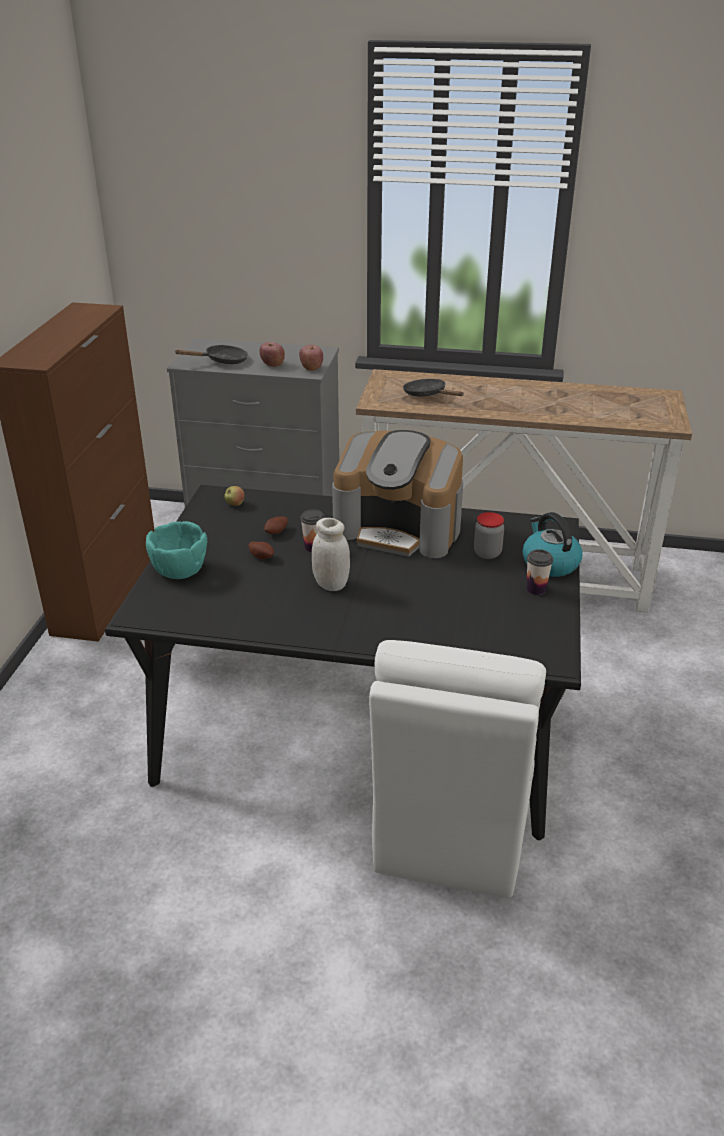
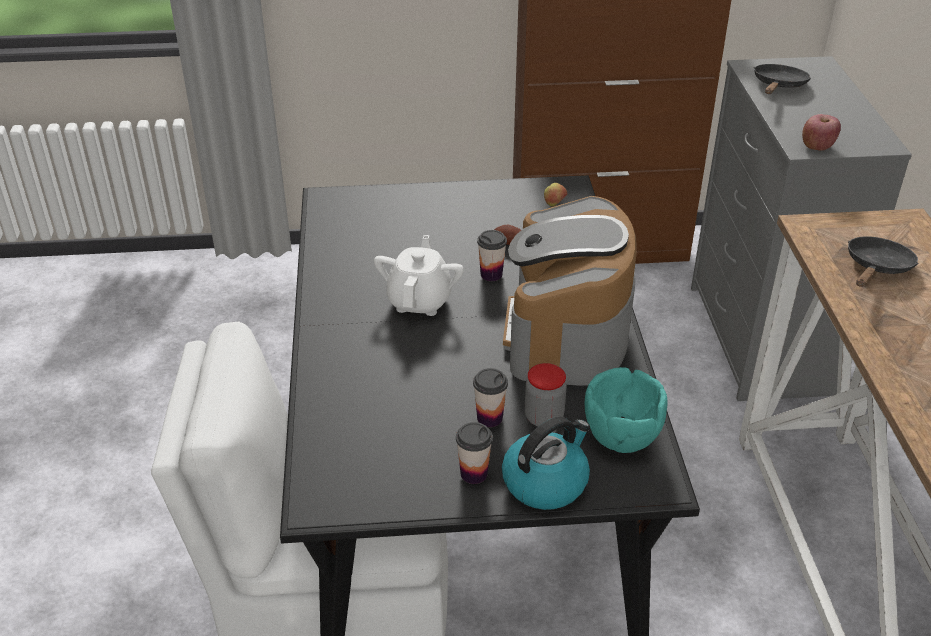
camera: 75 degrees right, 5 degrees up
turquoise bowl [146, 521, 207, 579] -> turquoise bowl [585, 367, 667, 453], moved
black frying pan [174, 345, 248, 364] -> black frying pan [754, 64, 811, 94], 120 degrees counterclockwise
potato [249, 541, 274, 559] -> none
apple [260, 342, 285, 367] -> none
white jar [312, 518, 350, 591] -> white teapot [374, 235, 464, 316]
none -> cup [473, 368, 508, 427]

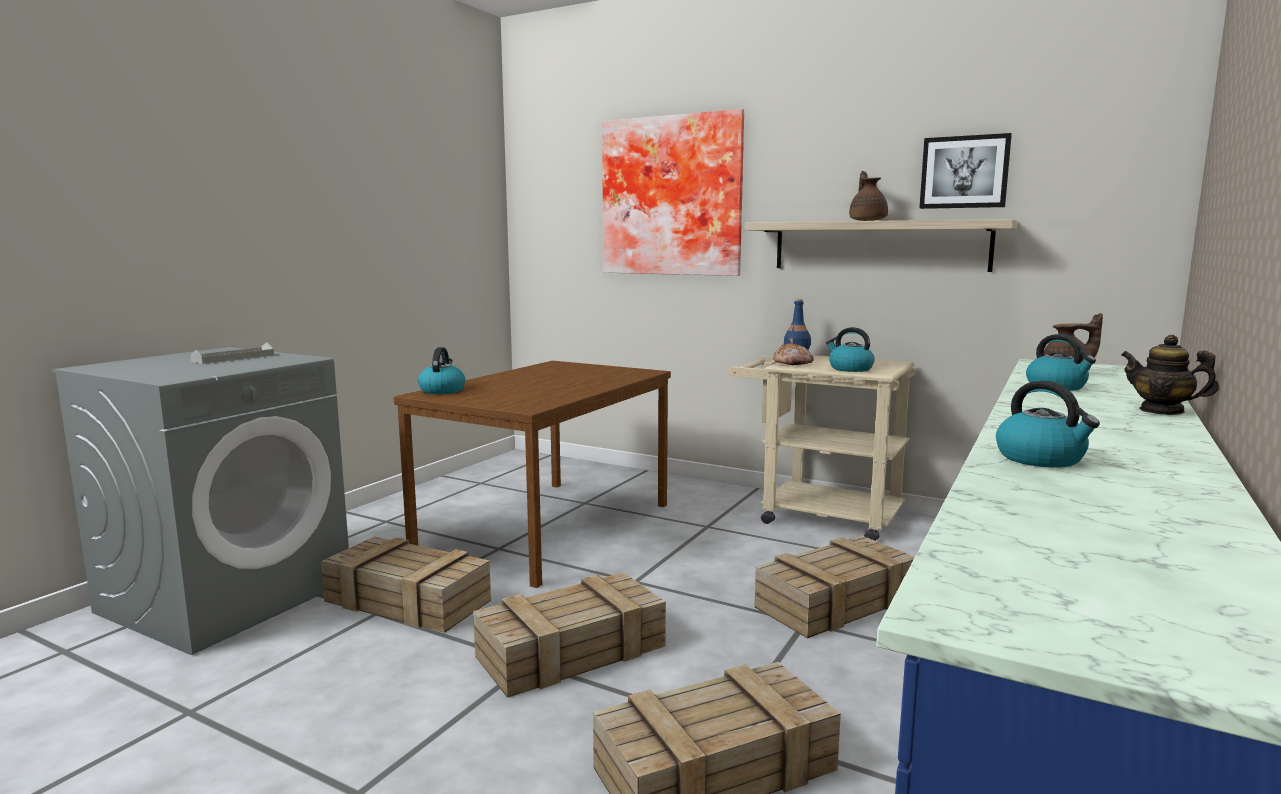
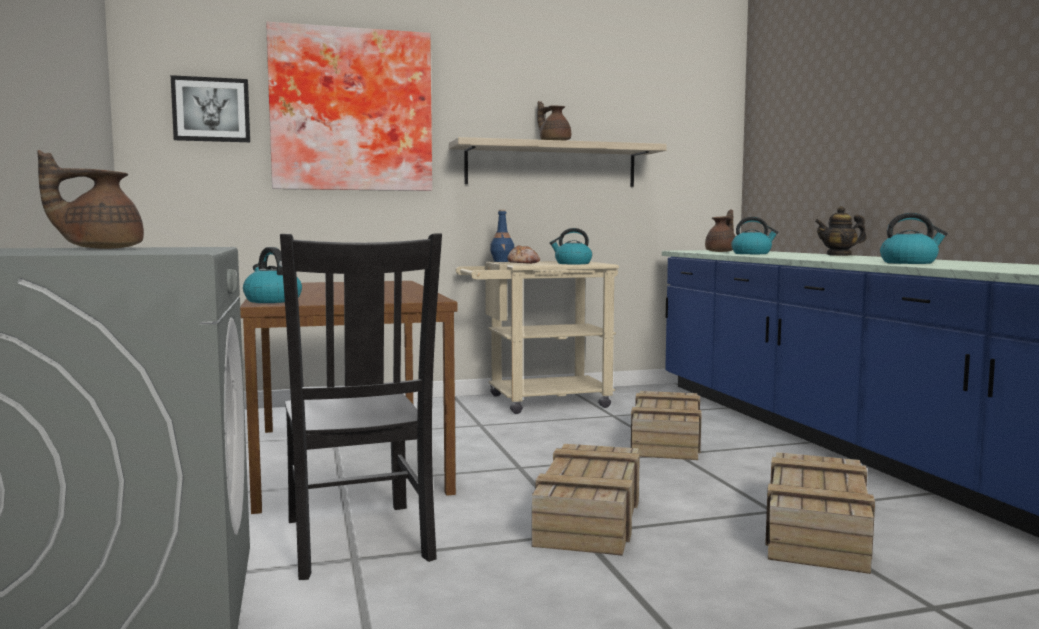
camera: 45 degrees left, 5 degrees down
grey tray [191, 342, 274, 364] -> brown teapot [37, 150, 144, 249]
crate [321, 537, 491, 633] -> black chair [280, 233, 442, 580]
picture [919, 133, 1012, 209] -> picture [171, 75, 250, 142], moved

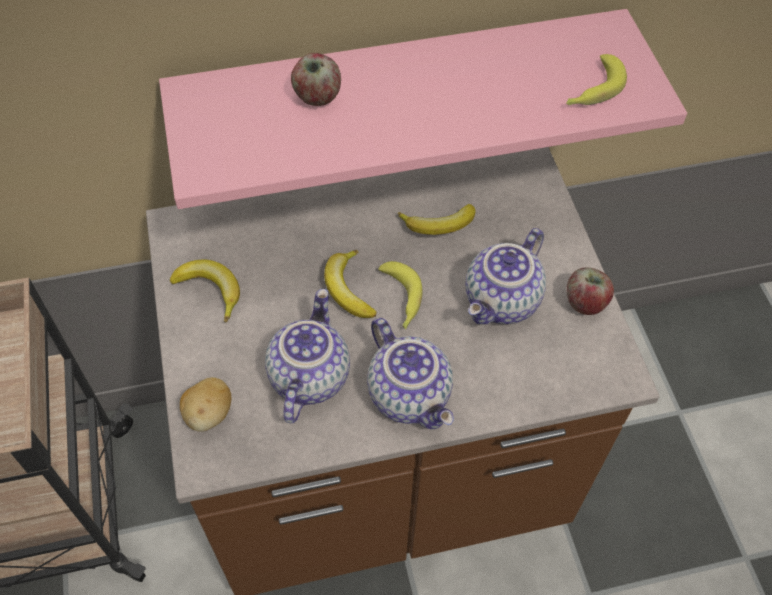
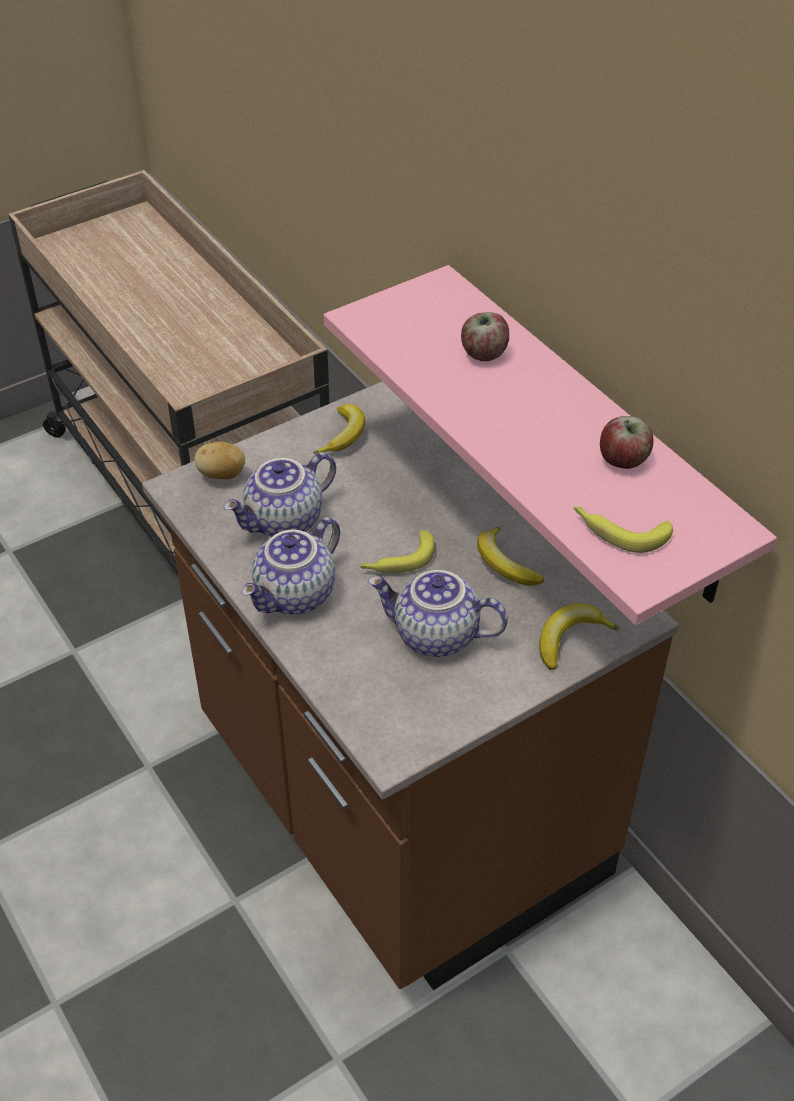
camera: 70 degrees right, 10 degrees down
teapot [265, 289, 350, 423] -> teapot [224, 452, 336, 537], 150 degrees clockwise
banana [324, 250, 376, 318] -> banana [539, 603, 619, 670], moved
apple [567, 268, 614, 315] -> apple [600, 416, 653, 469], moved

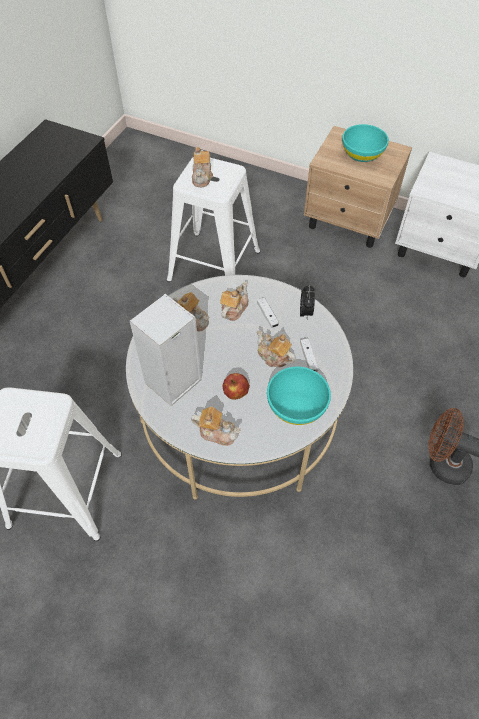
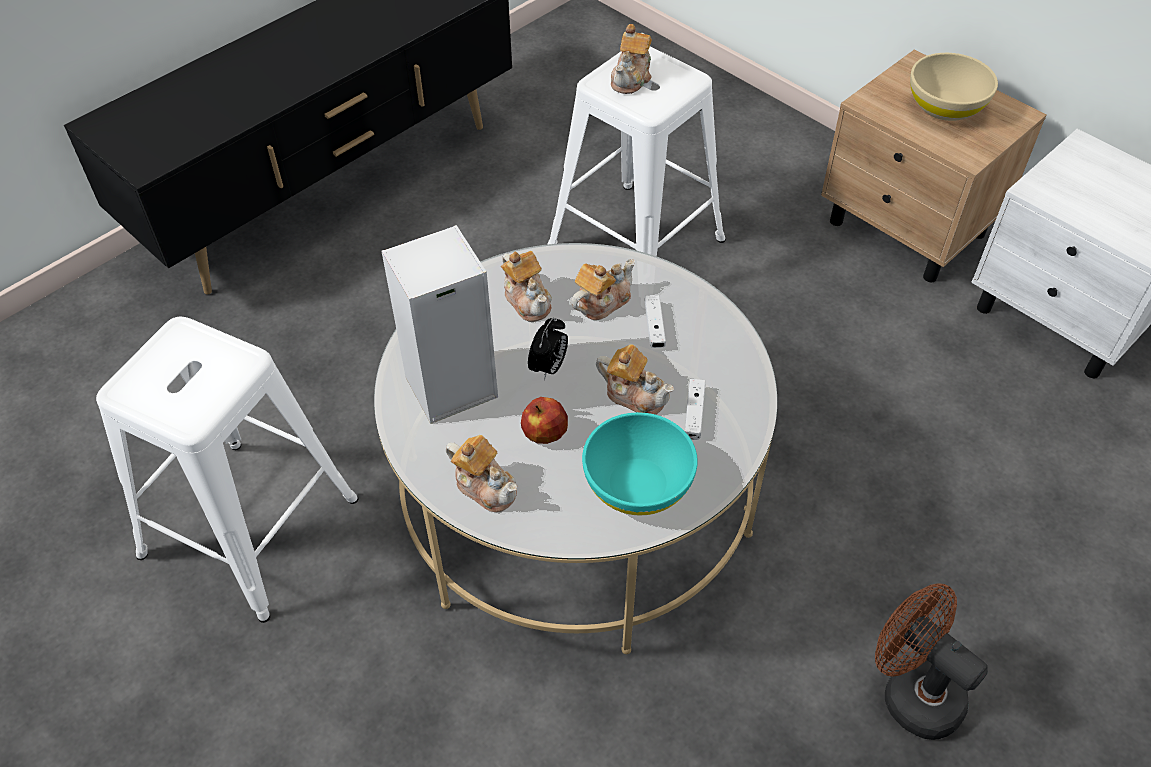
camera: 20 degrees right, 5 degrees down
teapot [257, 330, 296, 367] -> teapot [596, 344, 674, 415], 150 degrees clockwise
alarm clock [300, 286, 315, 319] -> alarm clock [528, 318, 568, 380], moved
turquoise bowl [342, 124, 389, 162] -> beige bowl [910, 53, 998, 121]

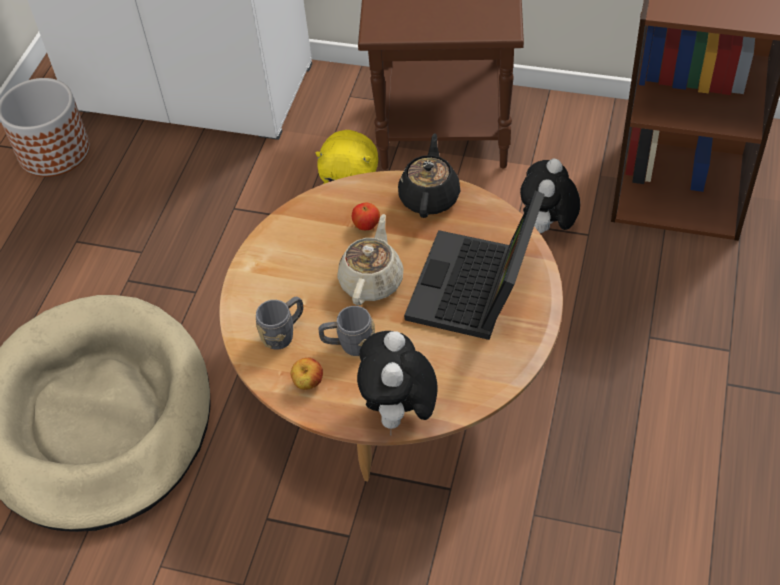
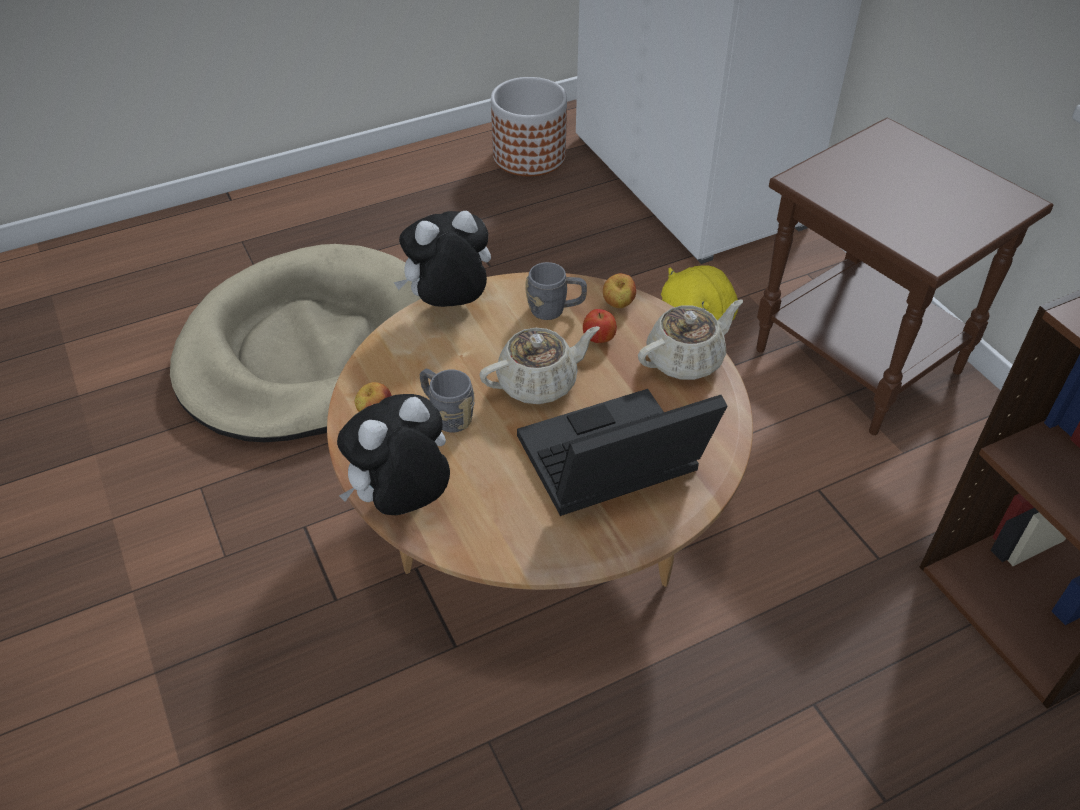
camera: 45 degrees right, 5 degrees down
grey mug [256, 297, 303, 350] -> grey mug [525, 262, 587, 320], moved
black teapot [398, 134, 460, 218] -> beige teapot [638, 299, 743, 380]
plush toy [520, 159, 580, 233] -> plush toy [394, 211, 491, 307], moved
none -> apple [603, 273, 636, 308]

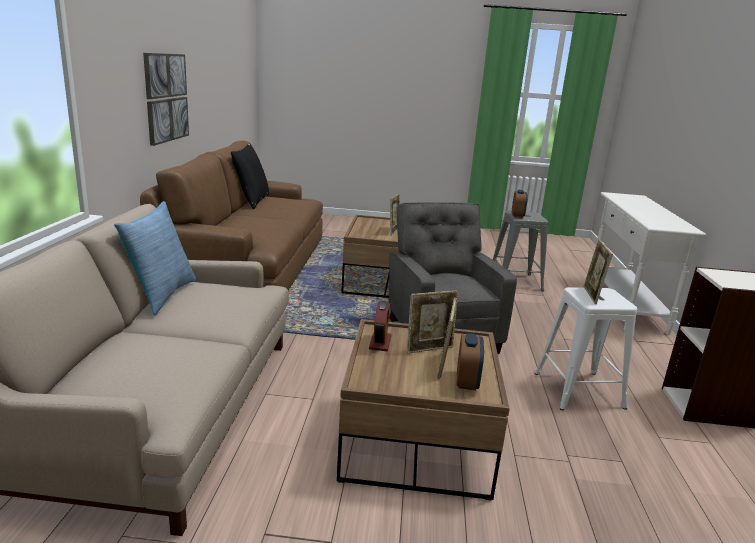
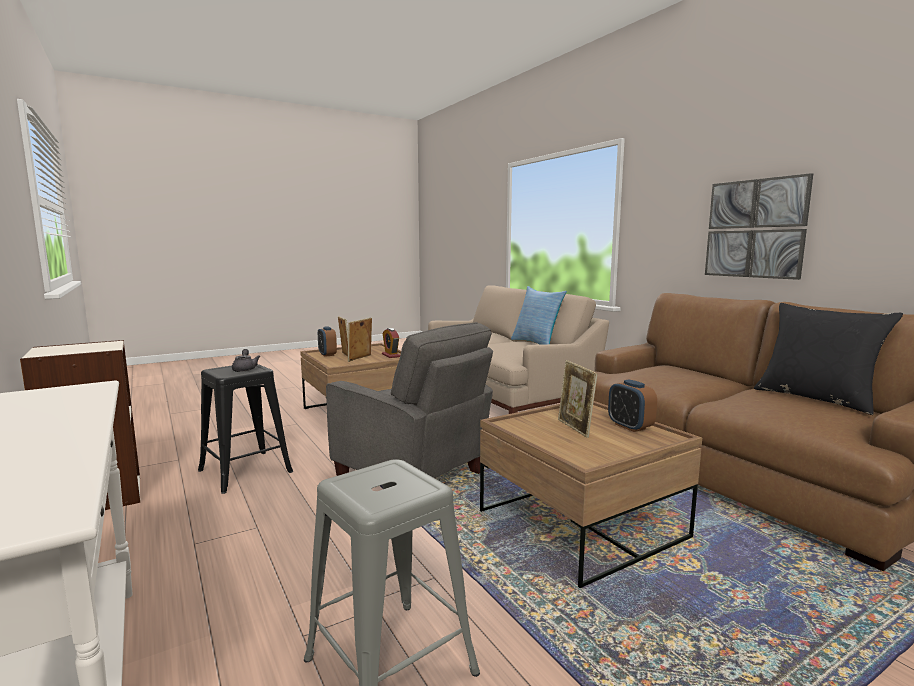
camera: 145 degrees right, 10 degrees down
alarm clock [512, 190, 528, 218] -> alarm clock [608, 380, 657, 432], moved
white stool [534, 287, 637, 410] -> black stool [198, 364, 293, 494]
picture frame [583, 239, 613, 304] -> grey teapot [232, 349, 260, 371]

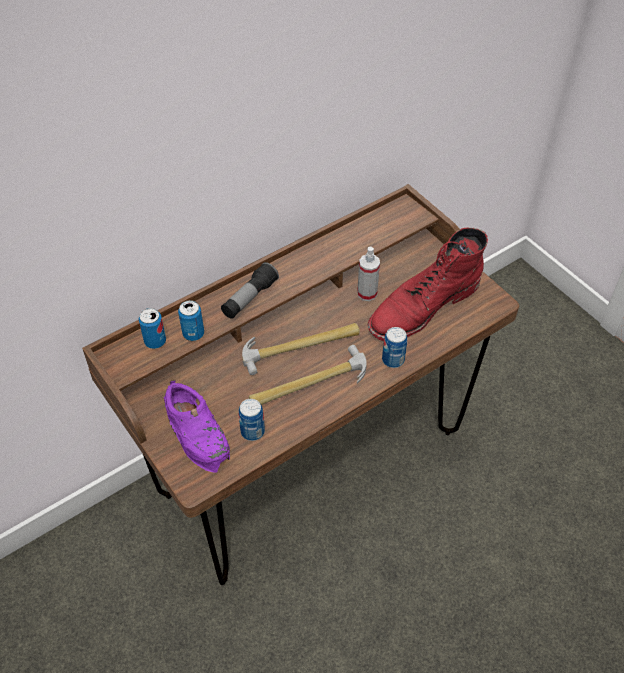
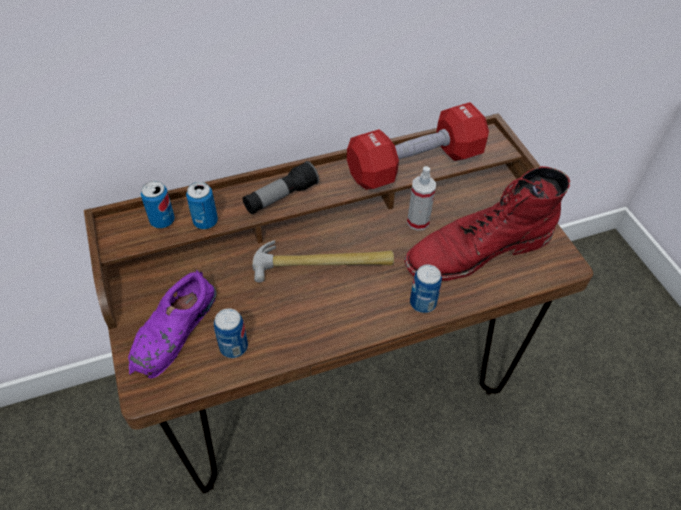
camera: 15 degrees right, 0 degrees up
purple shoe [164, 380, 230, 473] -> purple shoe [128, 269, 217, 378], 45 degrees clockwise
hammer [249, 345, 367, 405] -> none
none -> red dumbbell [347, 102, 489, 190]

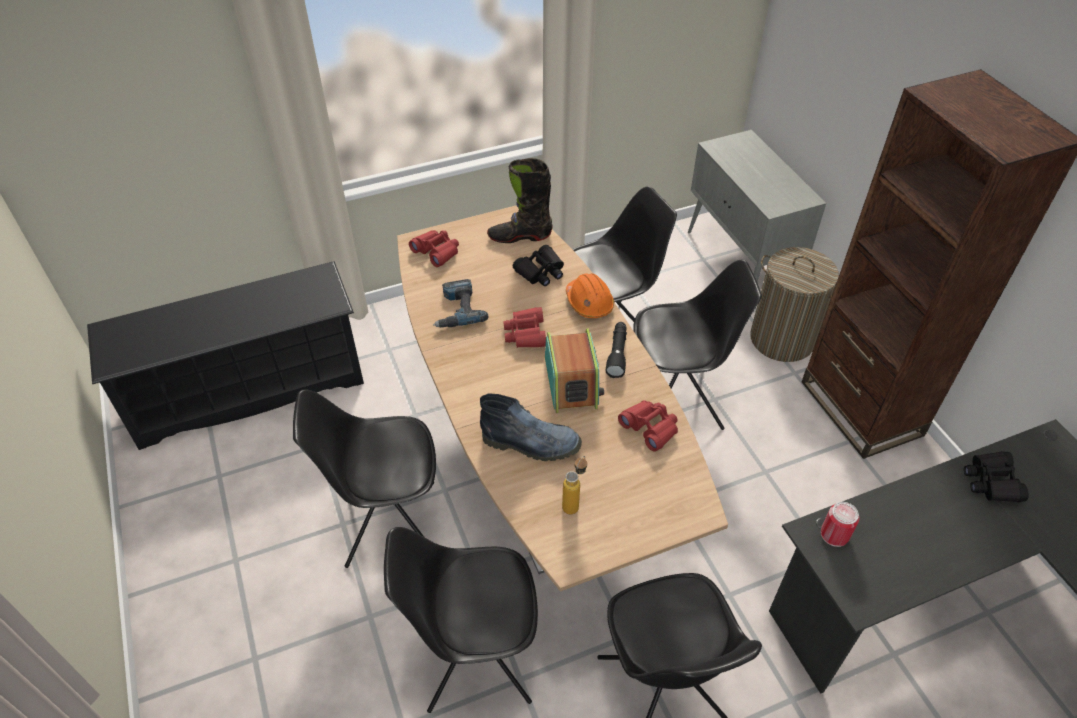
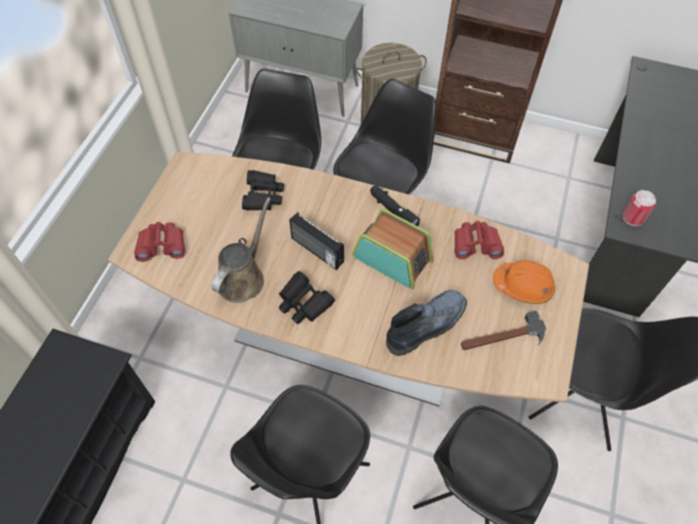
camera: 50 degrees left, 10 degrees up
power drill [433, 279, 488, 328] -> brown watering can [212, 197, 271, 303]
black boot [487, 158, 553, 243] -> none
red binoculars [503, 307, 546, 348] -> radio [289, 212, 344, 270]
bottle [562, 456, 587, 514] -> hammer [461, 311, 546, 350]
orange hard hat [566, 273, 614, 318] -> orange hard hat [493, 260, 555, 304], moved
black binoculars [964, 451, 1028, 502] -> black binoculars [279, 271, 335, 324], moved

